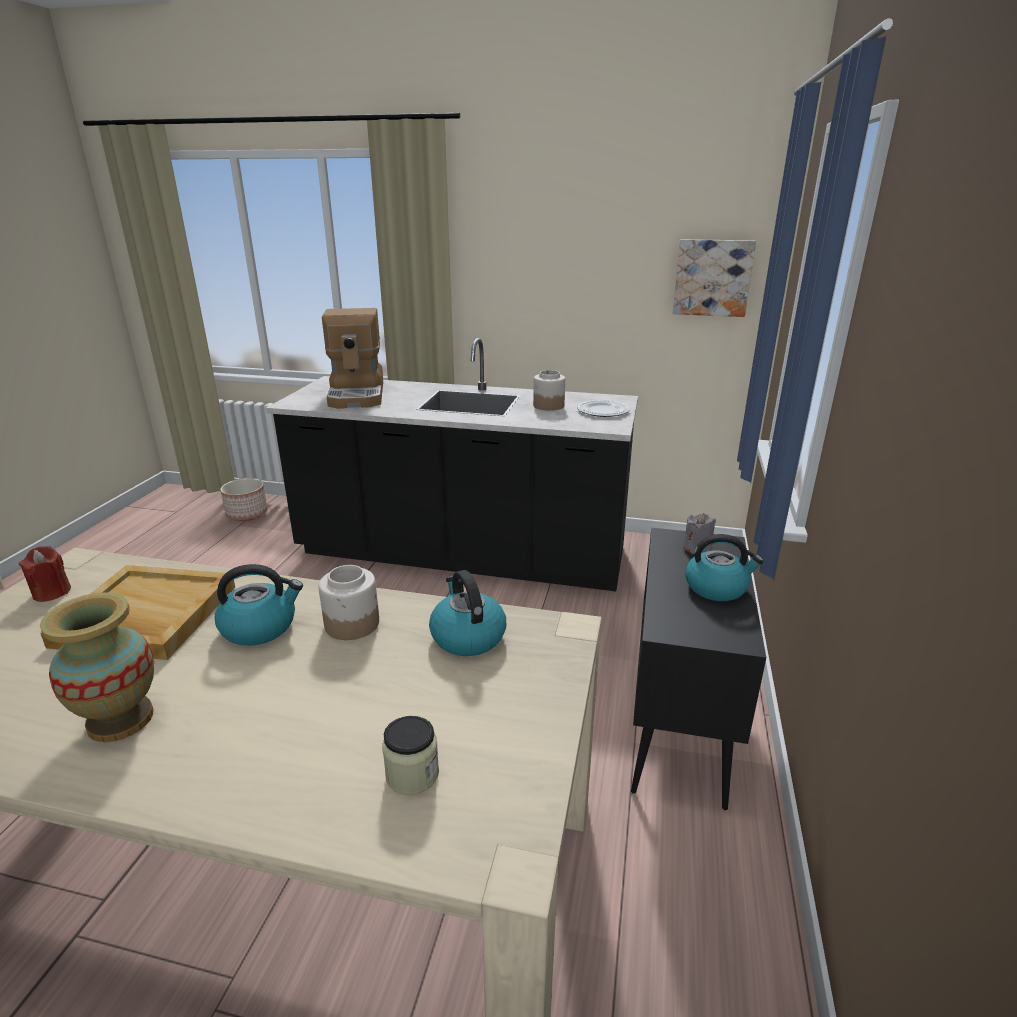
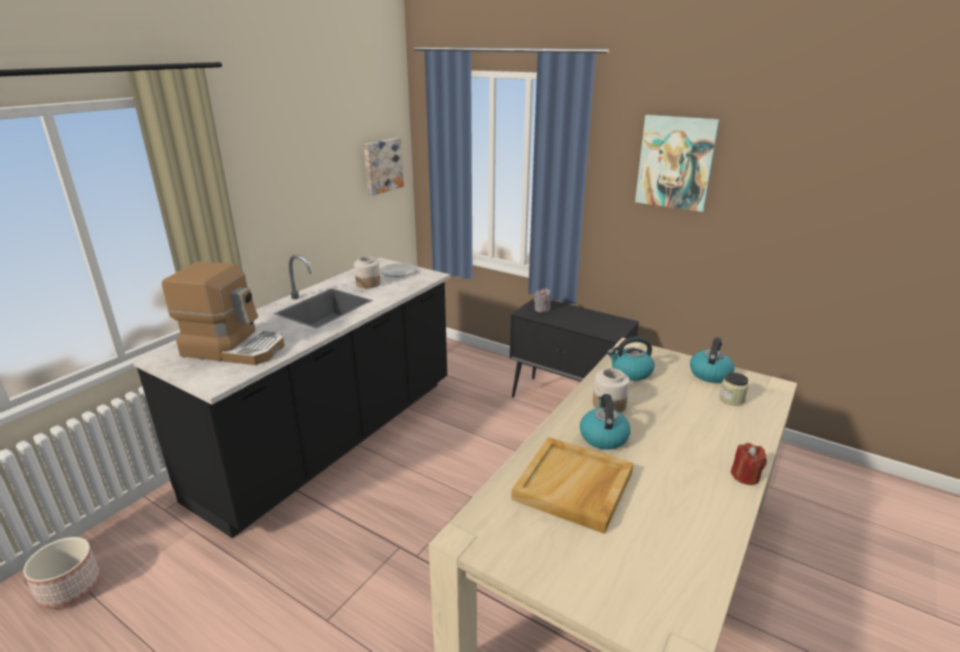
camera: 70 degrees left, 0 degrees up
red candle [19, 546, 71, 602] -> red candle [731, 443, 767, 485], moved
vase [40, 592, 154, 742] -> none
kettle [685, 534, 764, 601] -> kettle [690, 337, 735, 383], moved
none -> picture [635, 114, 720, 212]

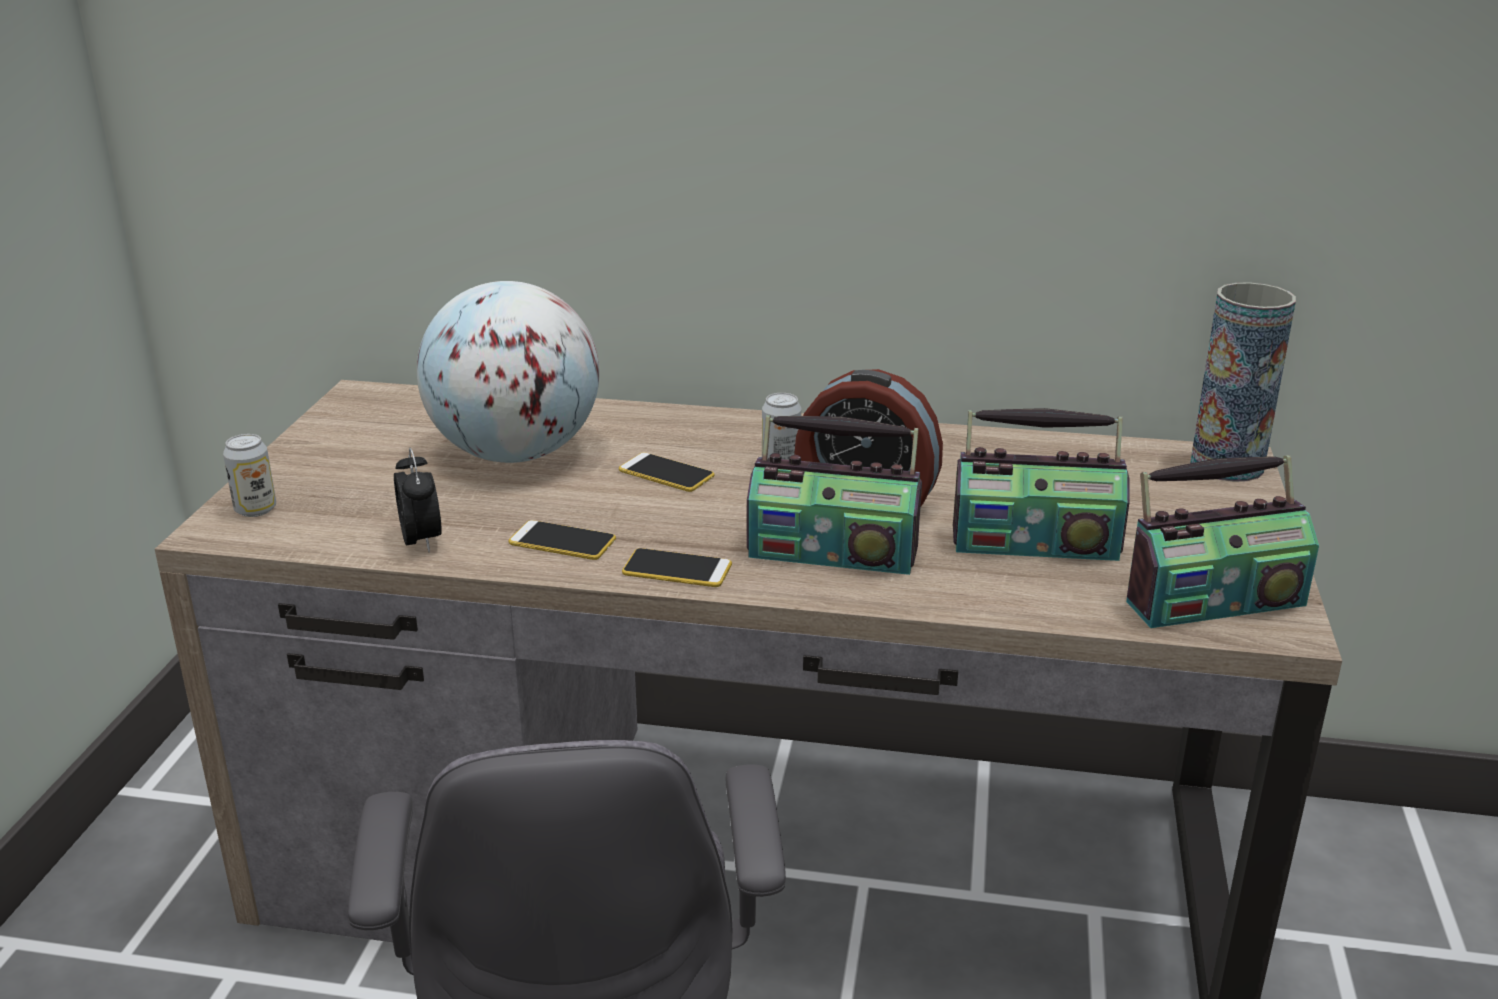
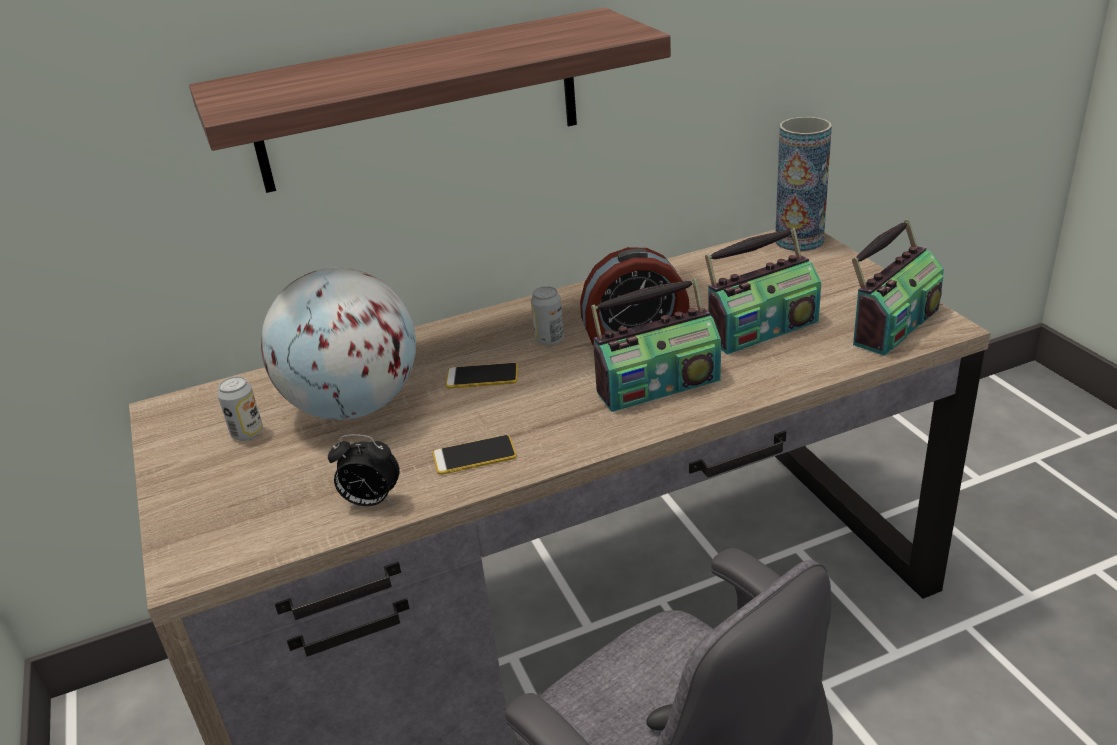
camera: 30 degrees left, 5 degrees up
can [223, 434, 276, 517] -> can [217, 376, 263, 441], moved
alarm clock [394, 448, 442, 553] -> alarm clock [328, 434, 400, 506], 150 degrees clockwise
phone [622, 548, 732, 587] -> none
none -> shelf [189, 8, 671, 193]

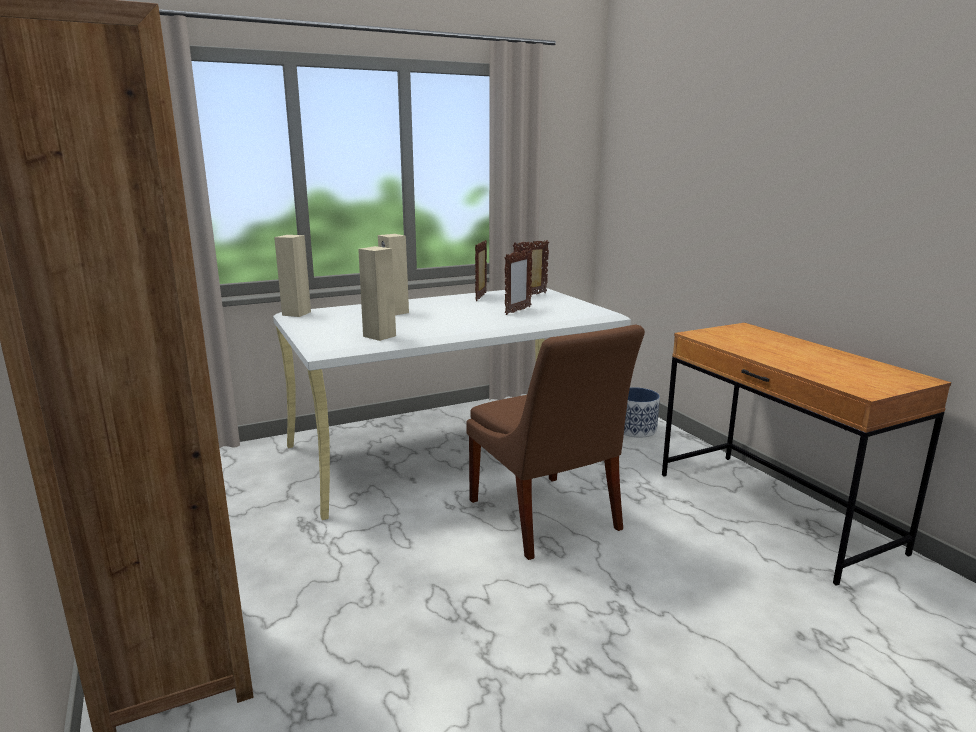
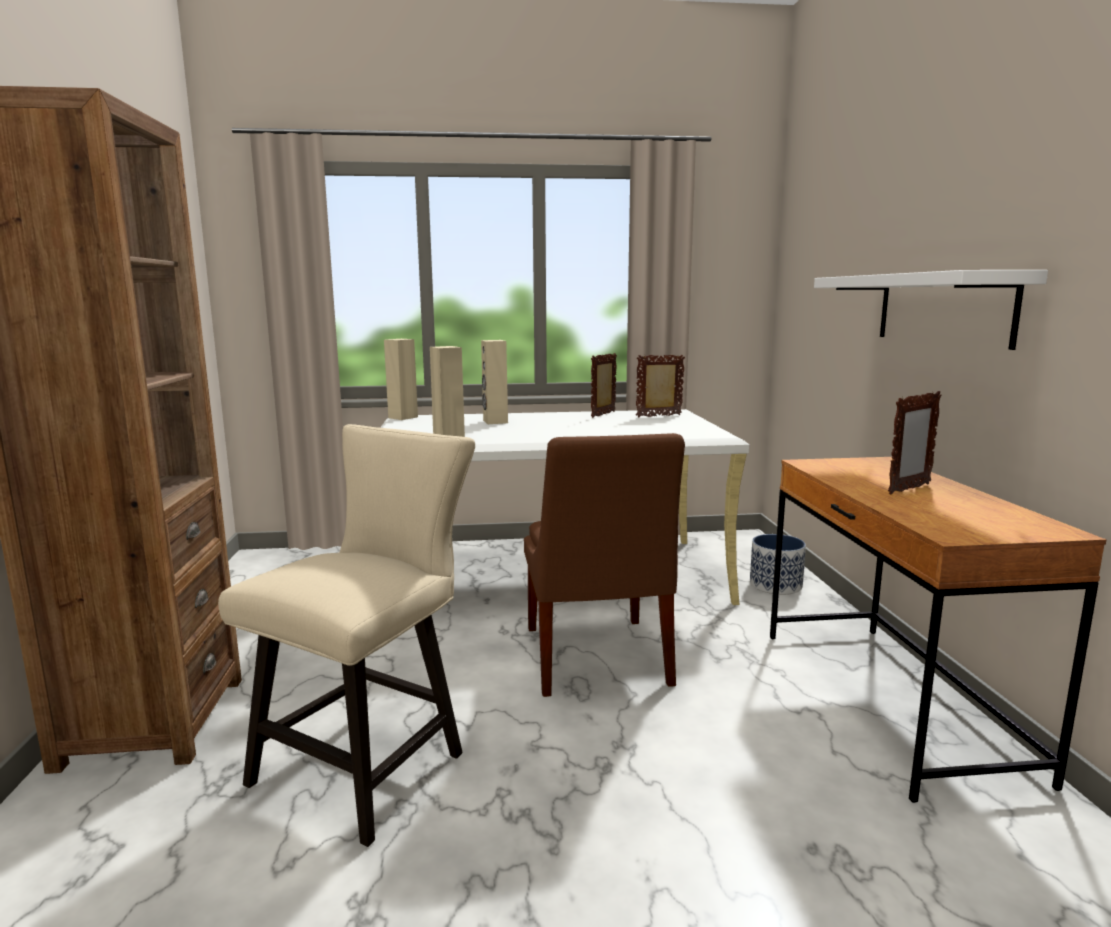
camera: 20 degrees right, 5 degrees down
picture frame [505, 248, 533, 315] -> picture frame [888, 391, 941, 495], moved
none -> beige chair [218, 424, 475, 847]
none -> white shelf [814, 270, 1048, 350]

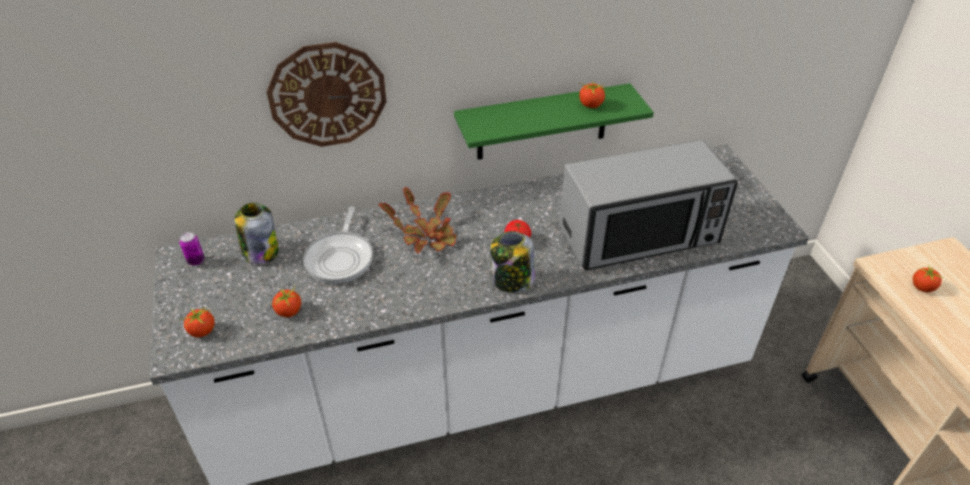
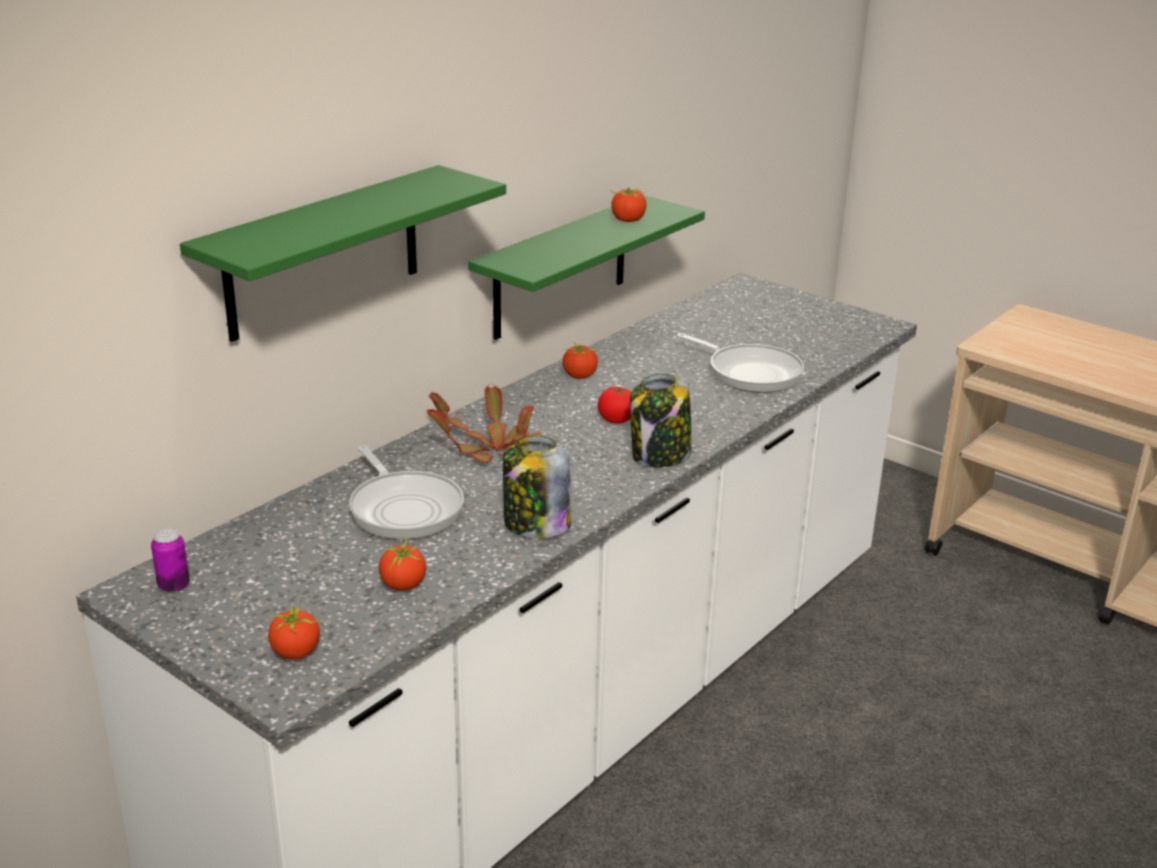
camera: 35 degrees left, 15 degrees down
jar [235, 203, 279, 264] -> jar [503, 436, 571, 538], moved
wall clock [267, 42, 387, 147] -> green shelf [180, 165, 506, 342]
microwave [559, 140, 738, 270] -> frying pan [677, 333, 804, 393]
tomato [913, 264, 945, 292] -> tomato [563, 342, 599, 379], moved

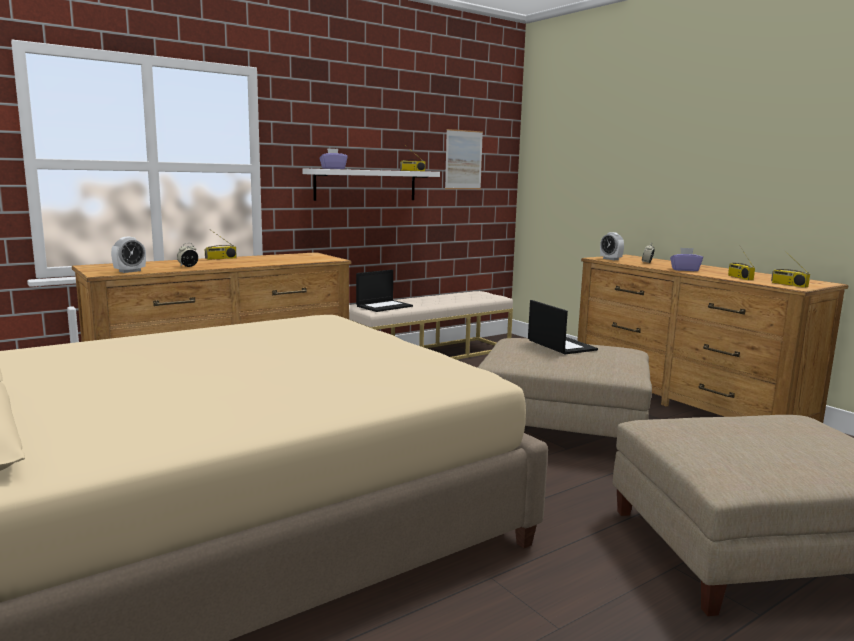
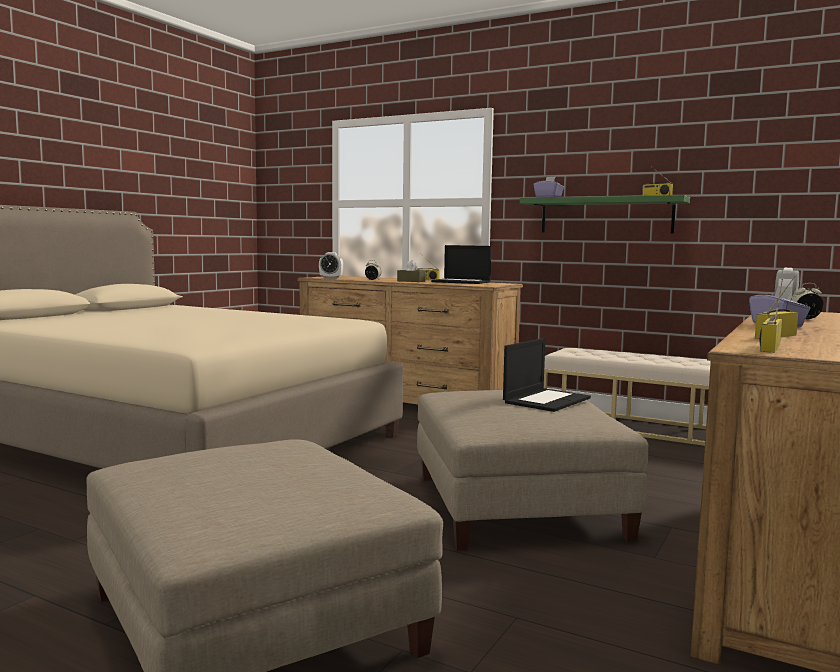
camera: 65 degrees right, 5 degrees down
white shelf [302, 169, 440, 201] -> green shelf [520, 195, 690, 234]
laptop [356, 270, 413, 312] -> laptop [431, 245, 491, 284], moved
picture [445, 129, 483, 189] -> none
none -> brown tissue box [397, 260, 425, 282]

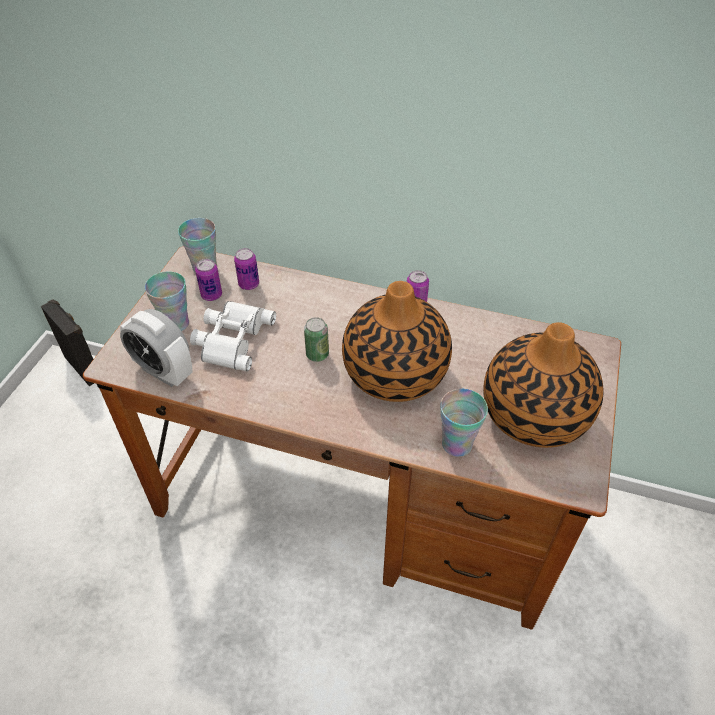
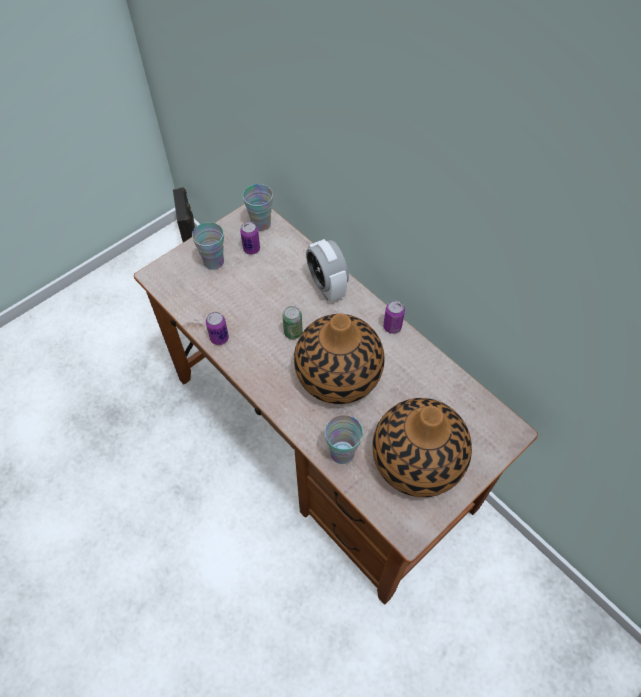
camera: 30 degrees right, 10 degrees up
alarm clock [120, 309, 193, 387] -> alarm clock [306, 239, 349, 302], moved
white binoculars [190, 301, 276, 371] -> none
can [234, 248, 259, 290] -> can [206, 312, 229, 345], moved

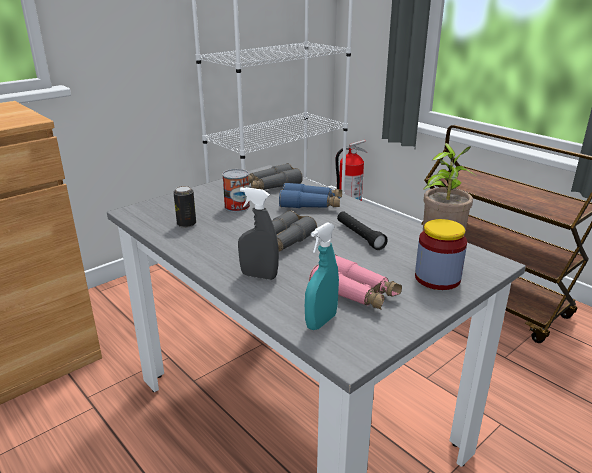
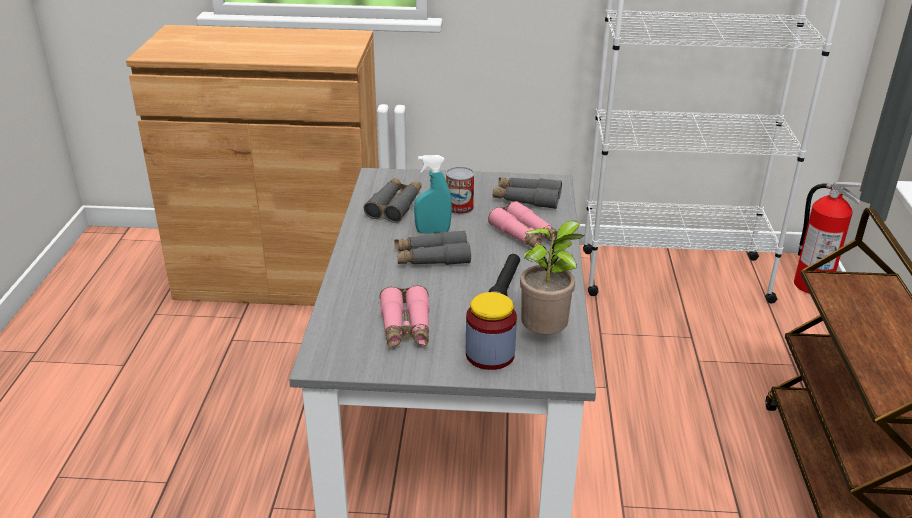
camera: 45 degrees right, 5 degrees up
can [173, 186, 196, 228] -> grey binoculars [364, 178, 422, 223]
grey spray bottle [238, 187, 279, 280] -> none
blue binoculars [279, 183, 342, 208] -> pink binoculars [488, 201, 558, 248]
turquoise spray bottle [305, 222, 339, 330] -> turquoise spray bottle [414, 155, 452, 233], moved

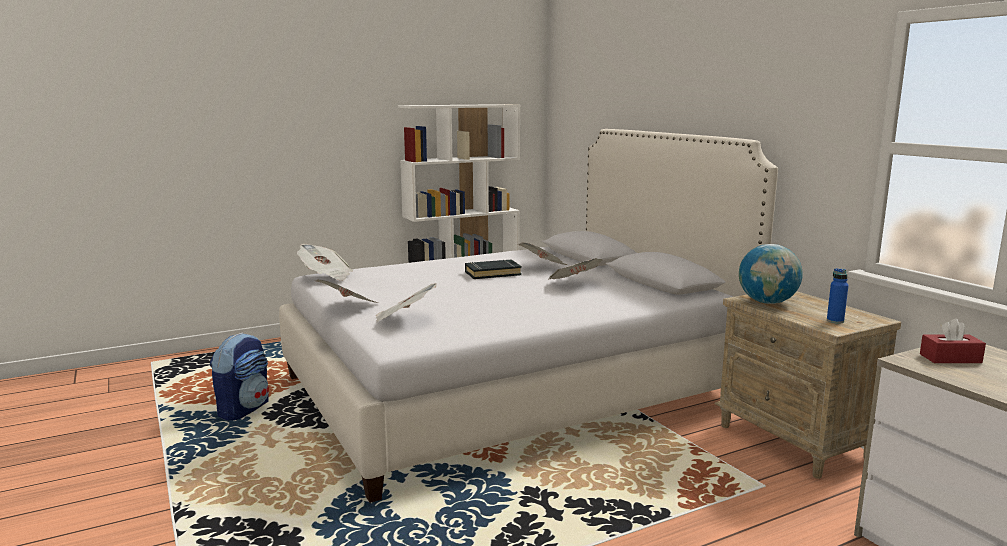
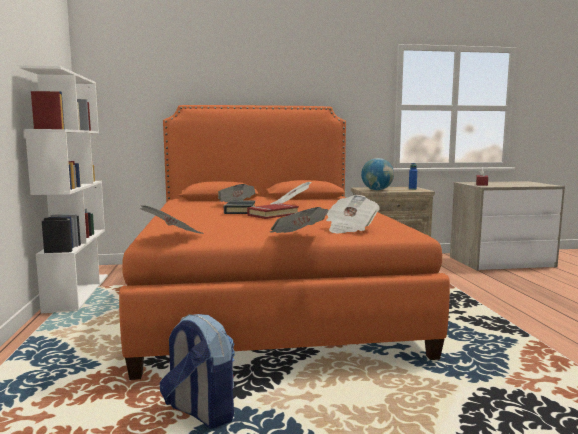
camera: 70 degrees left, 5 degrees down
white bed [279, 129, 778, 503] -> orange bed [119, 105, 450, 380]
none -> red book [247, 203, 299, 219]

